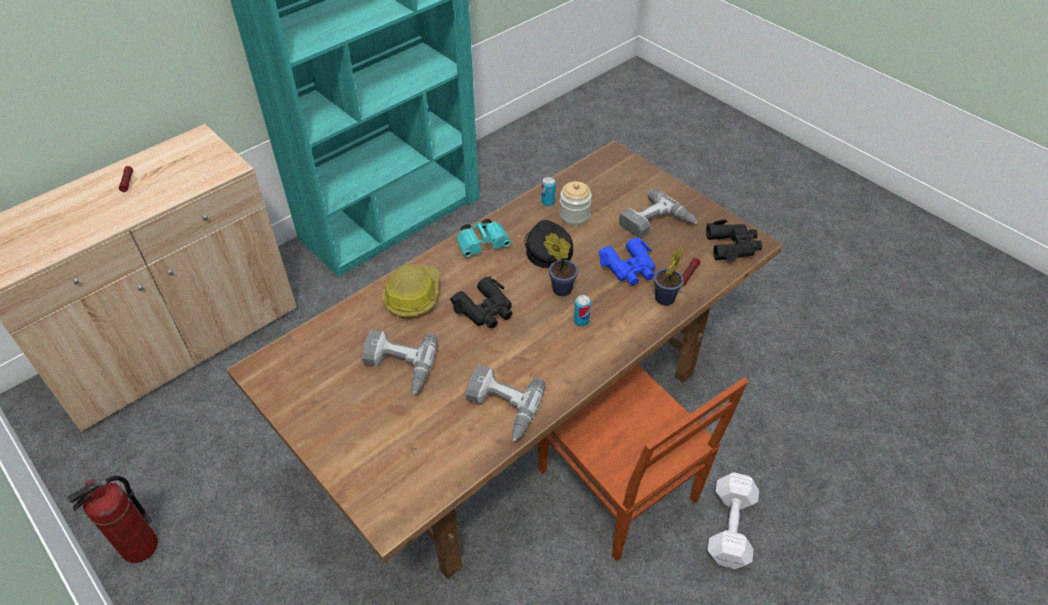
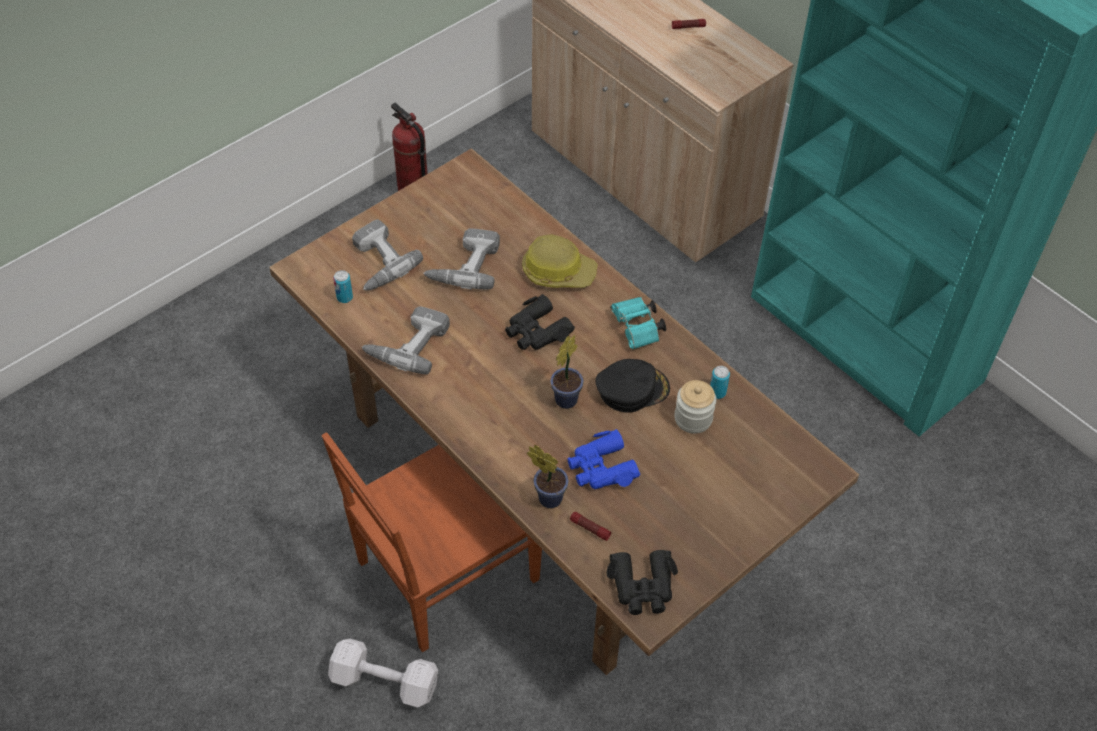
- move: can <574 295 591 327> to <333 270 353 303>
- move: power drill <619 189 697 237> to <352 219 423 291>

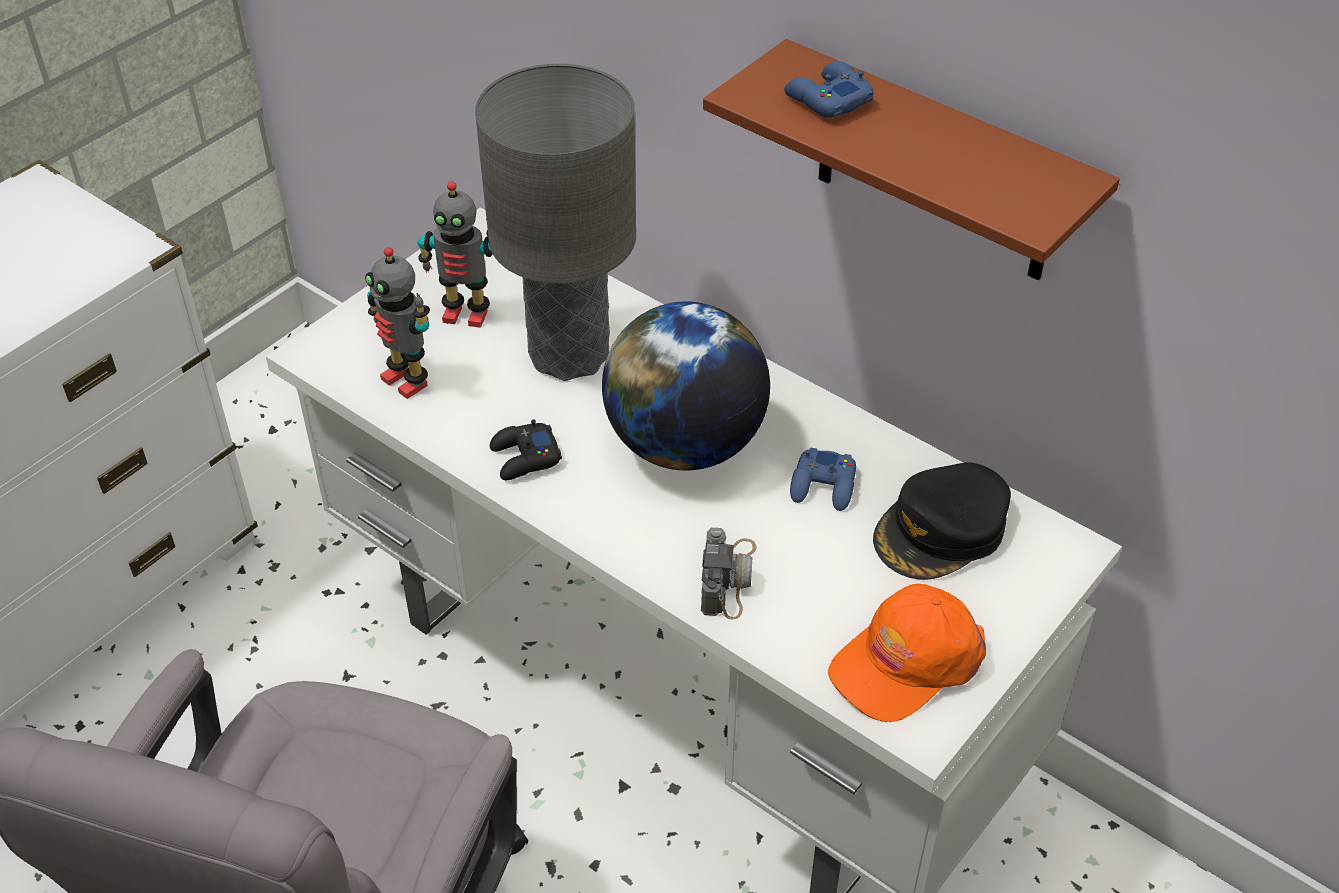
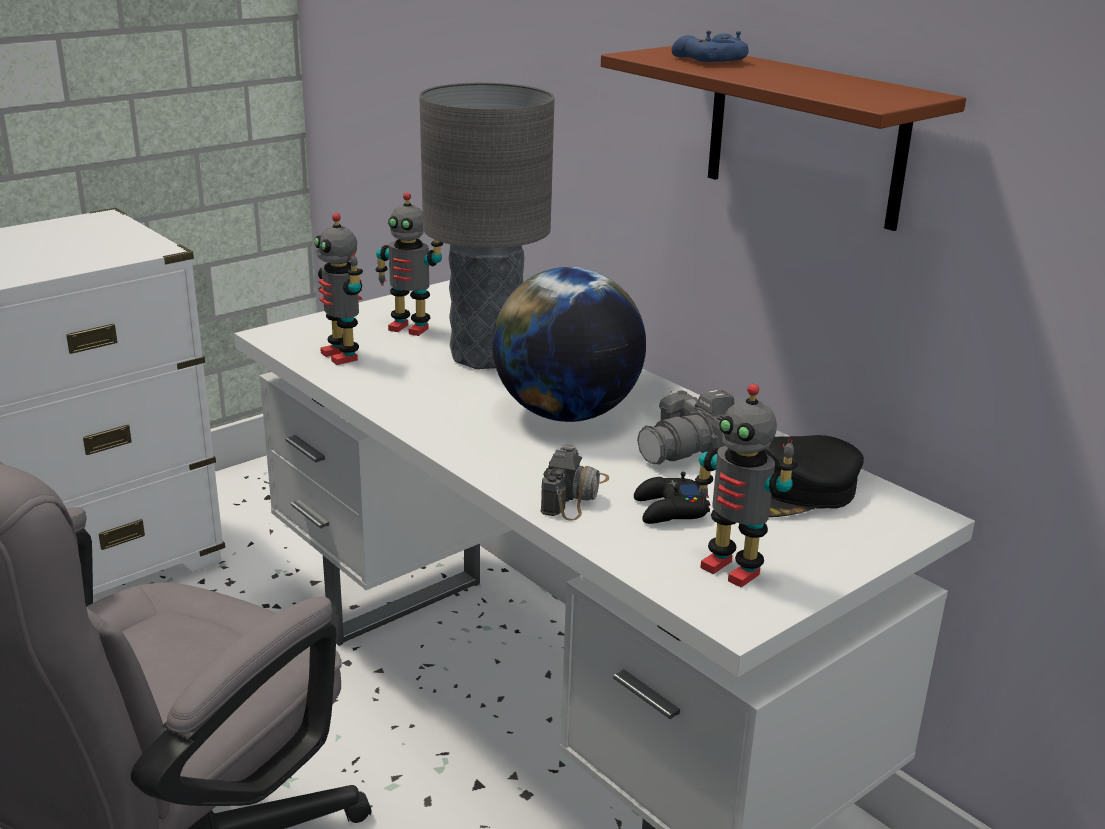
- move: game controller (blackish) <490 419 562 480> to <634 472 710 524>
- replace: game controller (blue) <790 447 856 511> to still camera <637 390 734 465>
- replace: peaked cap (orange) <828 584 986 722> to model robot <695 384 798 588>

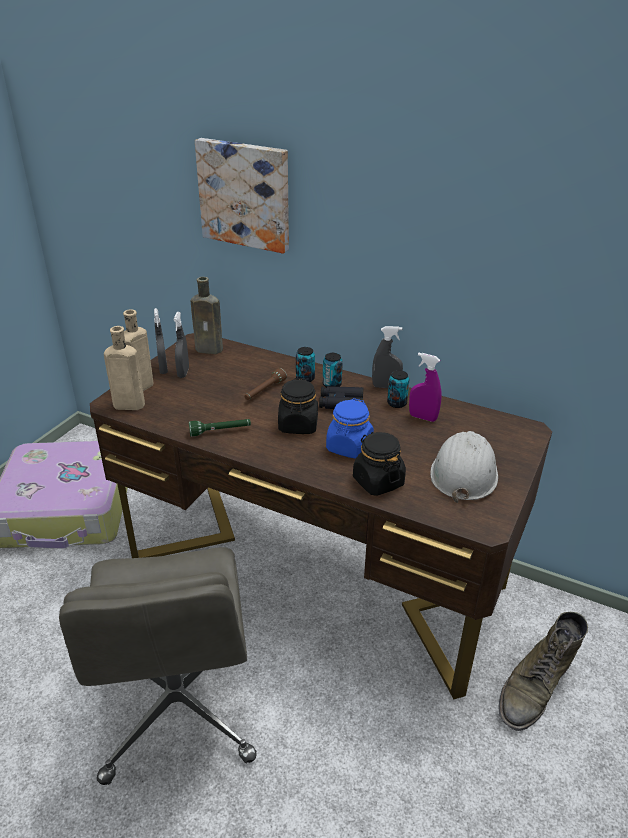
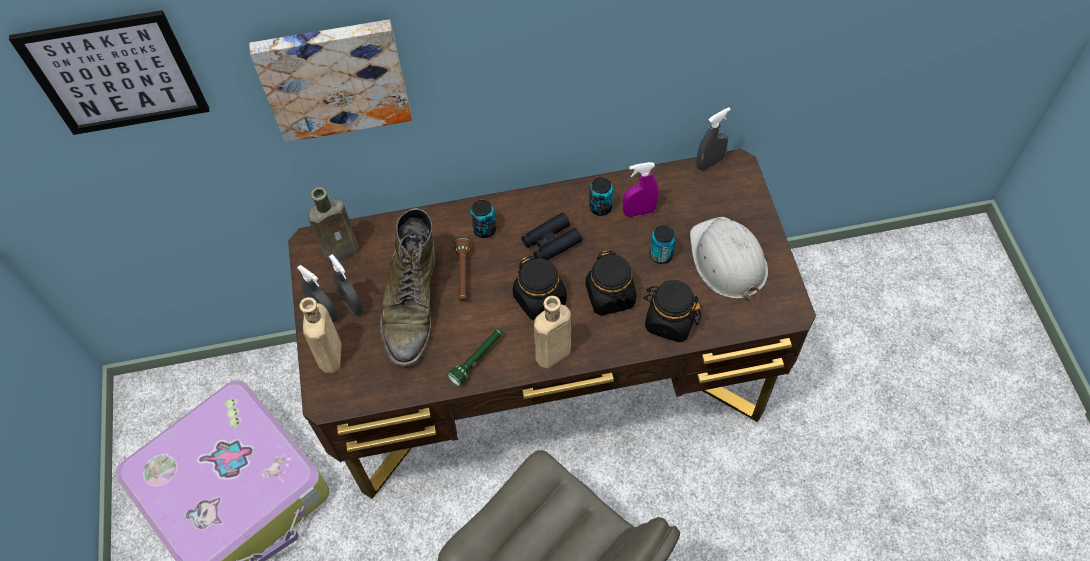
- insert: picture <9 10 209 135>
- move: high-top boot (green) <498 612 588 731> to <380 208 435 366>
- move: beverage bottle (sand-coloured) <104 326 145 410> to <534 296 571 368>
- recolor: preserve jar (blue) <326 398 374 459> to preserve jar (blackish) <586 251 636 316>
- move: can <323 353 343 388> to <650 225 676 264>
- move: hand sprayer (greyish) <372 326 403 388> to <697 107 731 171>

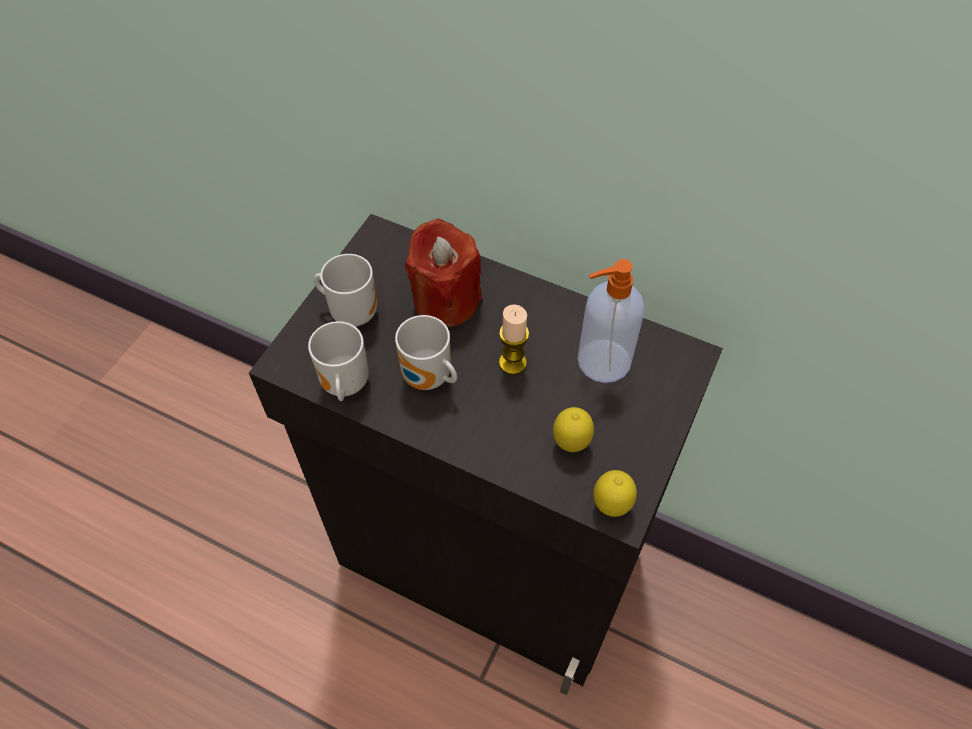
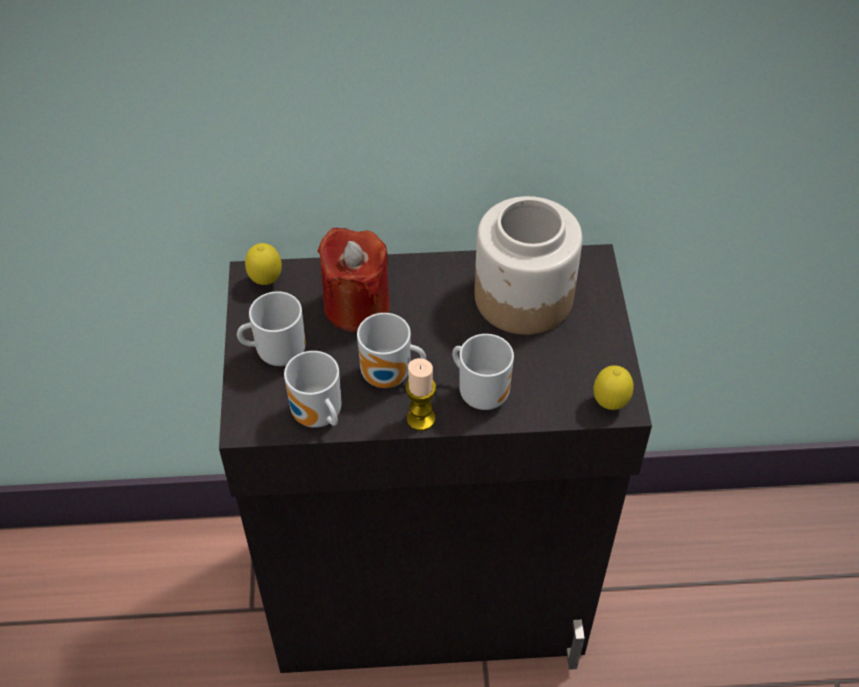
- move: whole lemon <553 407 594 452> to <245 243 282 285>
- move: candle <499 304 529 375> to <405 358 436 431>
- insert: coffee mug <452 334 514 410>
- replace: soap dispenser <577 259 645 383> to preserve jar <474 196 582 335>

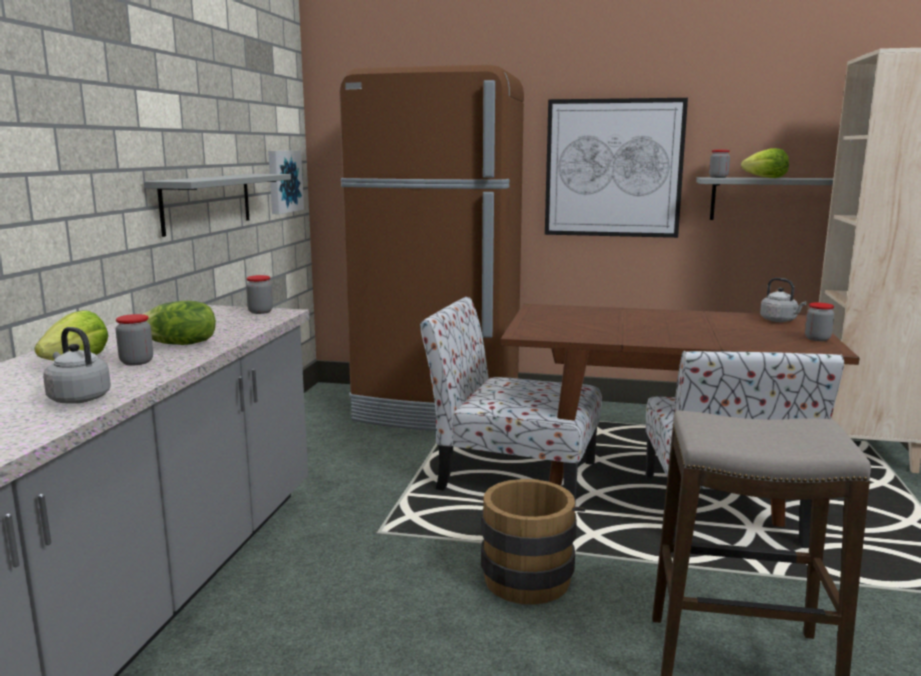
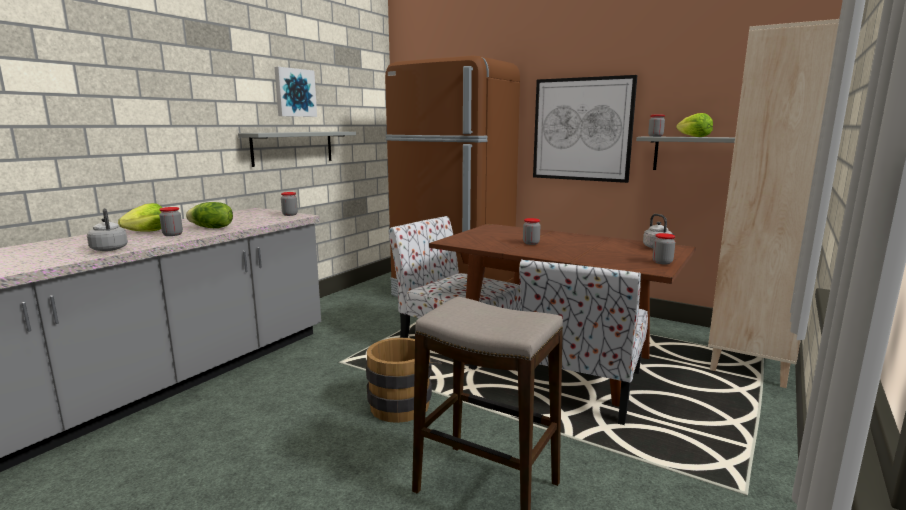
- move: picture <268 151 304 214> to <274 67 317 117>
- insert: preserve jar <523 218 541 245>

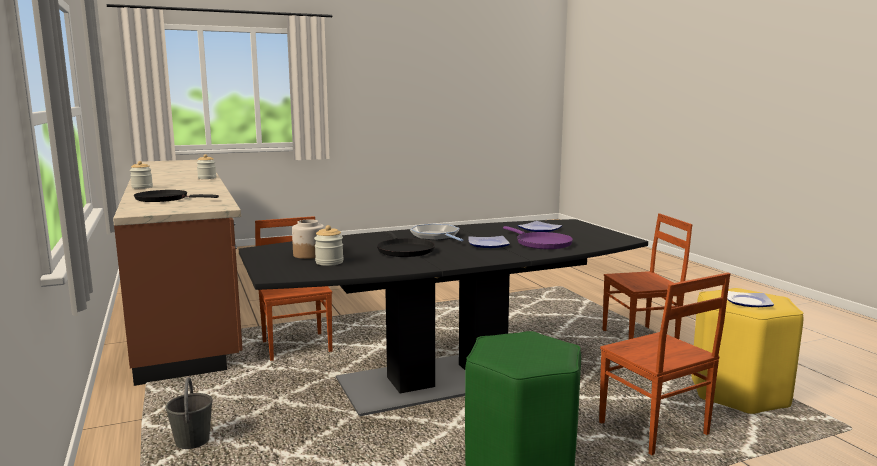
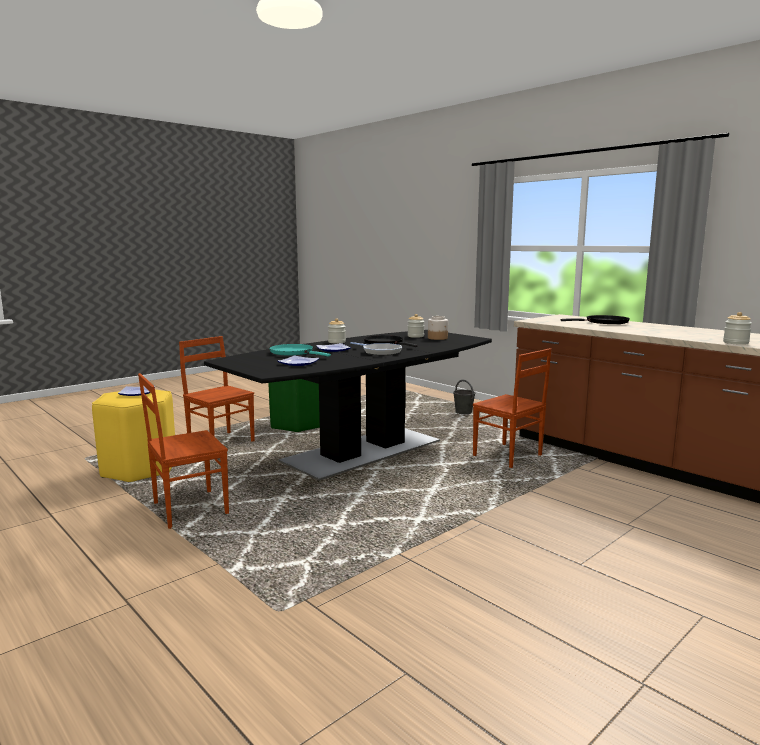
- recolor: skillet (purple-coloured) <503 226 573 249> to skillet (turquoise-coloured) <269 344 331 356>
- move: preserve jar <130 161 153 189> to <328 318 346 343>

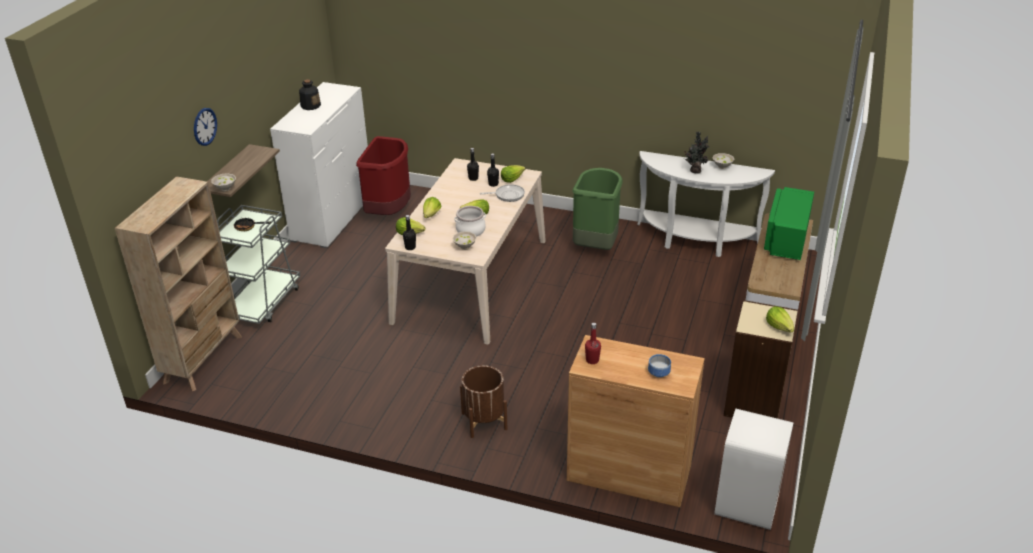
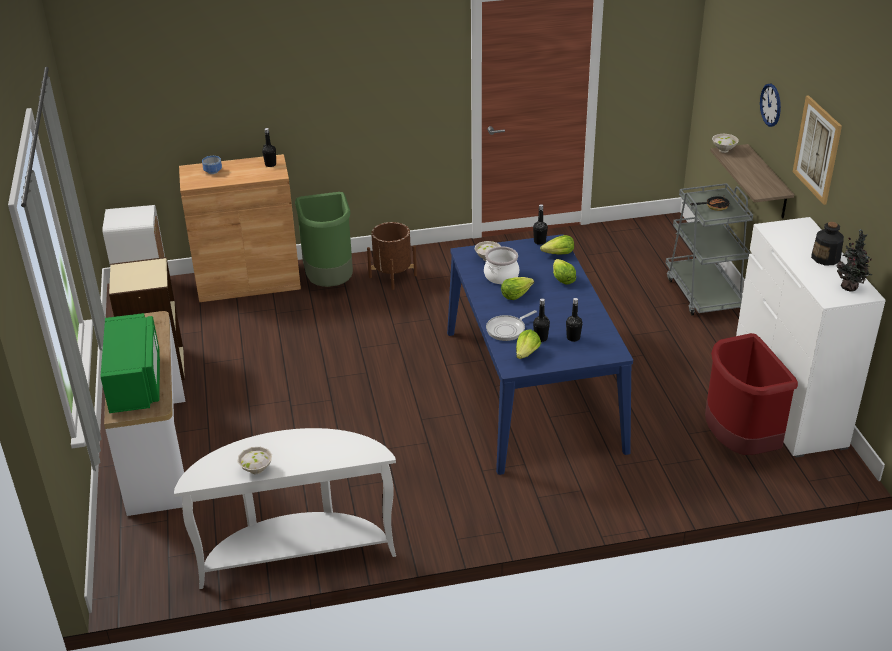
- recolor: beverage bottle (reddish) <585 323 601 364> to beverage bottle (blackish) <262 128 276 167>
- move: trash can (green) <572 168 622 250> to <295 192 353 287>
- recolor: dining table (sand-coloured) <385 158 546 345> to dining table (blue) <447 234 633 475>
- insert: picture <793 95 842 205>
- move: plant in a pot <684 131 709 173> to <837 229 872 292>
- delete: shelving unit (sand-coloured) <115 176 242 391>
- delete: head of lettuce <766 306 794 333>

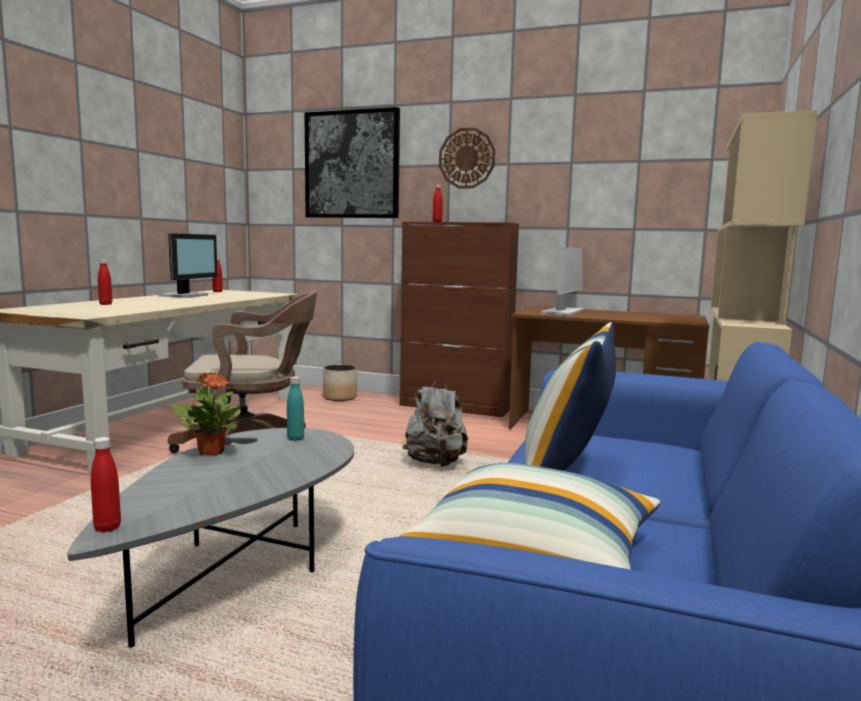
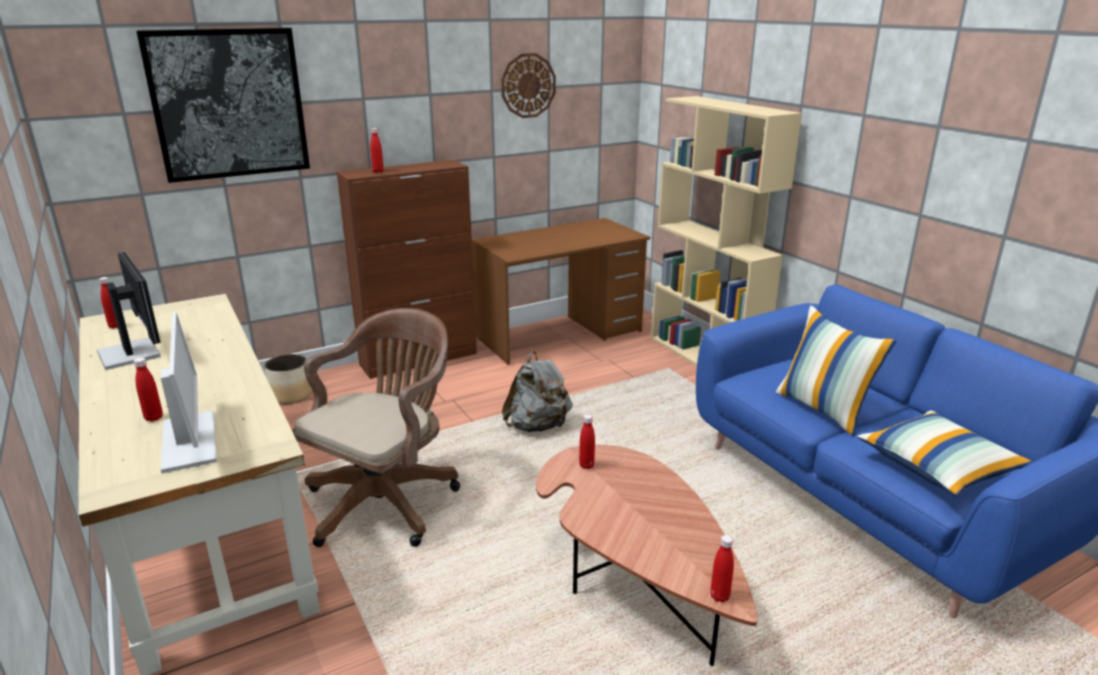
- move: computer screen <541 247 584 316> to <161 312 217 474>
- move: hanging clock <439 128 495 188> to <501 53 556 118>
- recolor: coffee table (greyish) <67 428 354 648> to coffee table (brown-coloured) <536 445 758 666>
- recolor: beverage bottle (turquoise-coloured) <287 376 304 441> to beverage bottle (reddish) <579 415 595 469>
- delete: plant in a pot <172 372 241 455>

